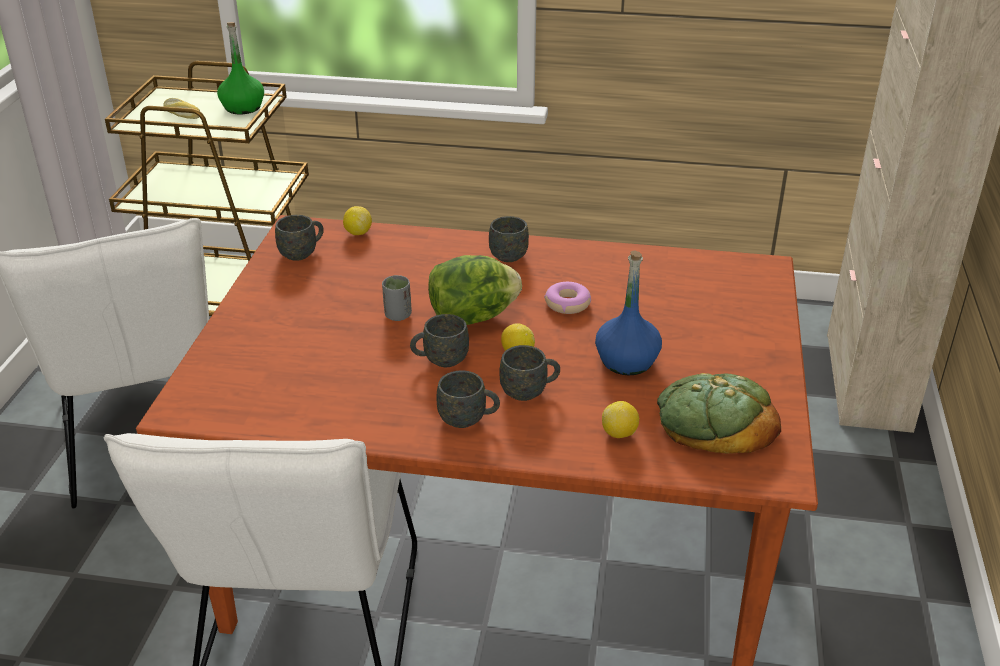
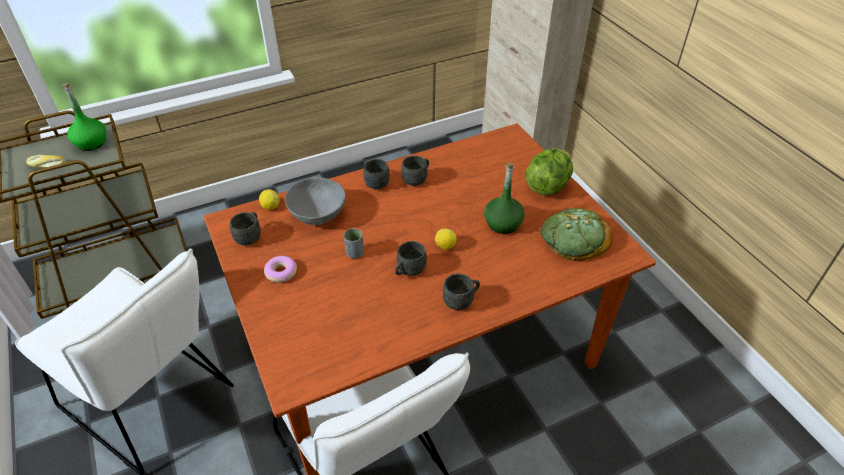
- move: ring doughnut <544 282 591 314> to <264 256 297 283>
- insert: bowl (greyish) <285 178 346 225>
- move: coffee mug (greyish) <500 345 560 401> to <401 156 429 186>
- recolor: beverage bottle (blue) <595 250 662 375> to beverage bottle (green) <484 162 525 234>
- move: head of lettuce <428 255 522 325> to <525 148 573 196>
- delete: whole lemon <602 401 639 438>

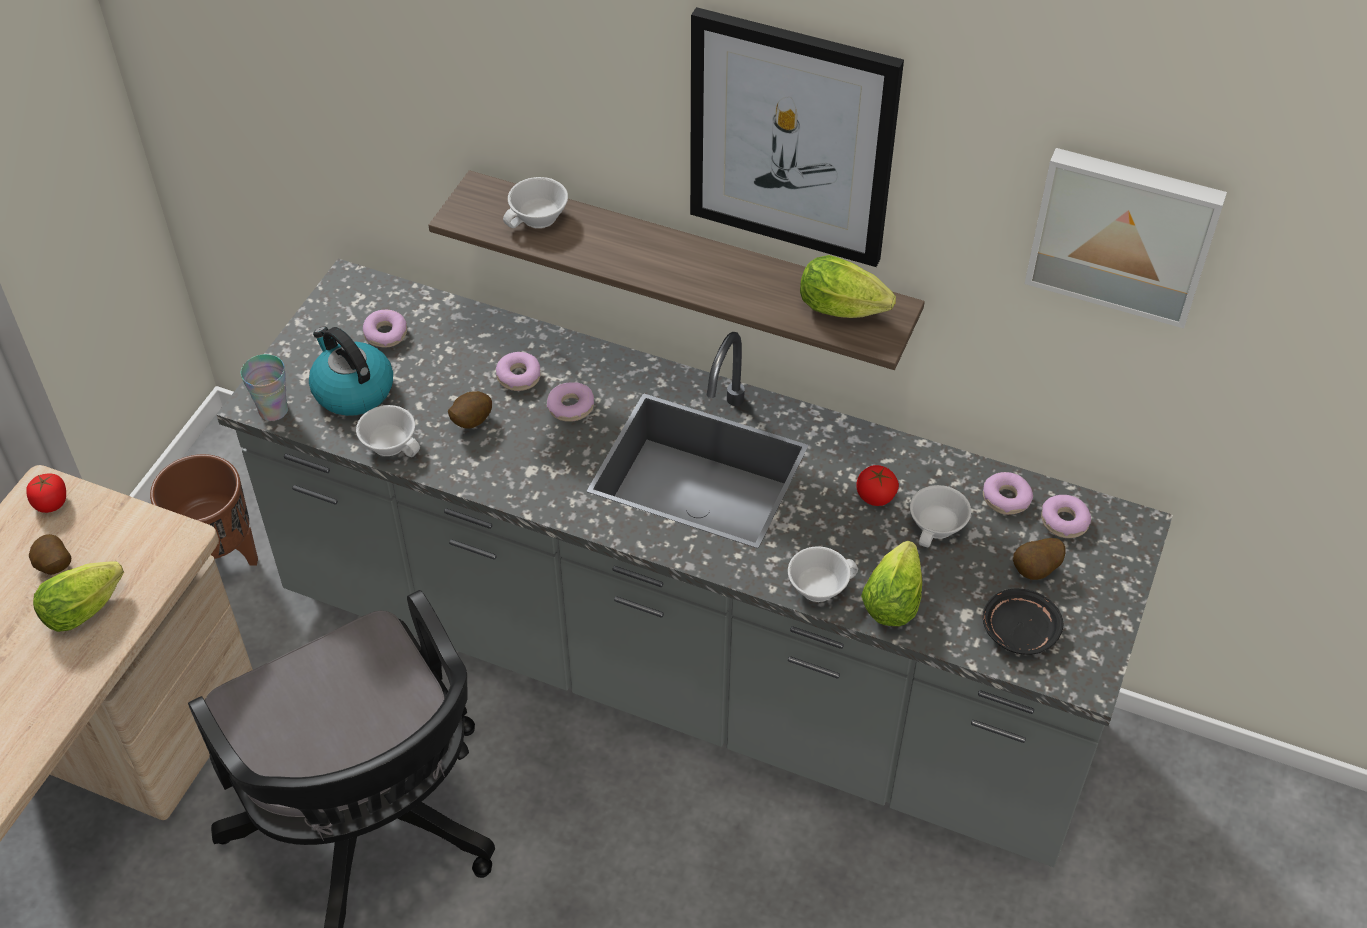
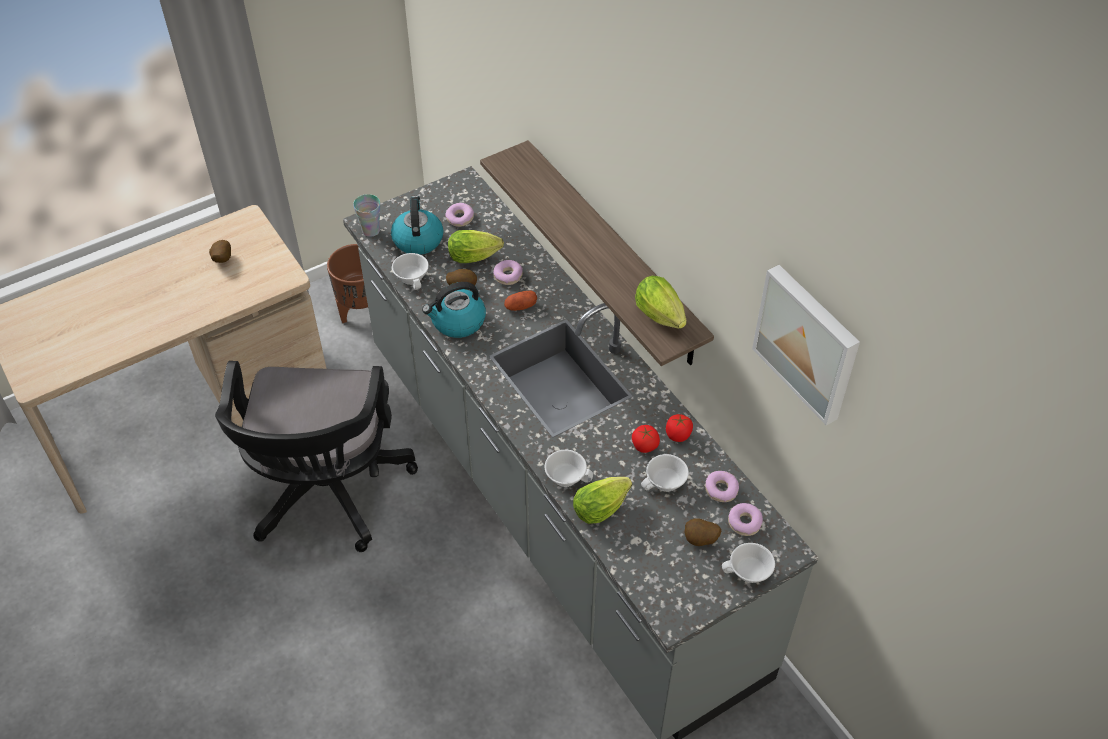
- insert: kettle <422 282 486 338>
- move: head of lettuce <33 561 124 632> to <448 230 504 263>
- replace: ring doughnut <547 382 594 422> to whole potato <504 291 537 311>
- move: fresh tomato <26 473 66 513> to <666 414 693 442>
- move: cup (whitish) <503 177 568 228> to <722 543 775 583>
- delete: picture <690 7 904 267>
- delete: dinner plate (blackish) <983 589 1063 655>

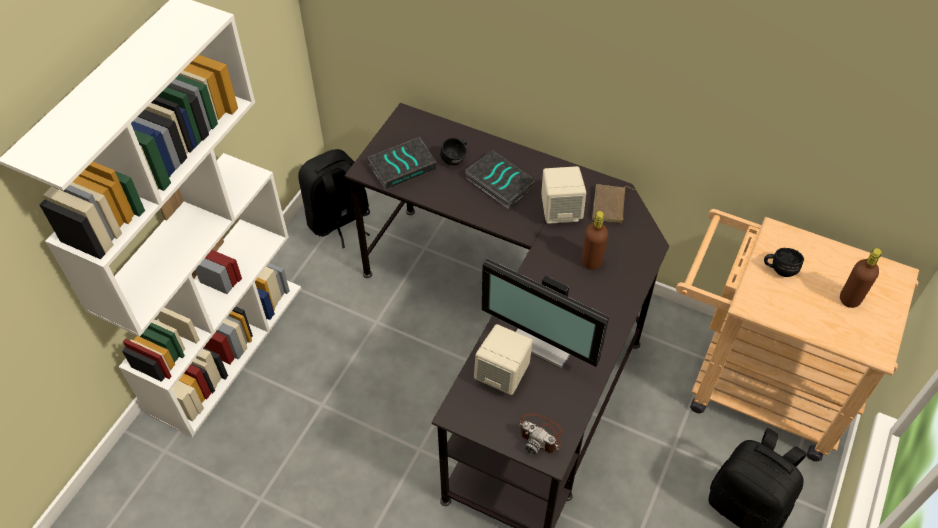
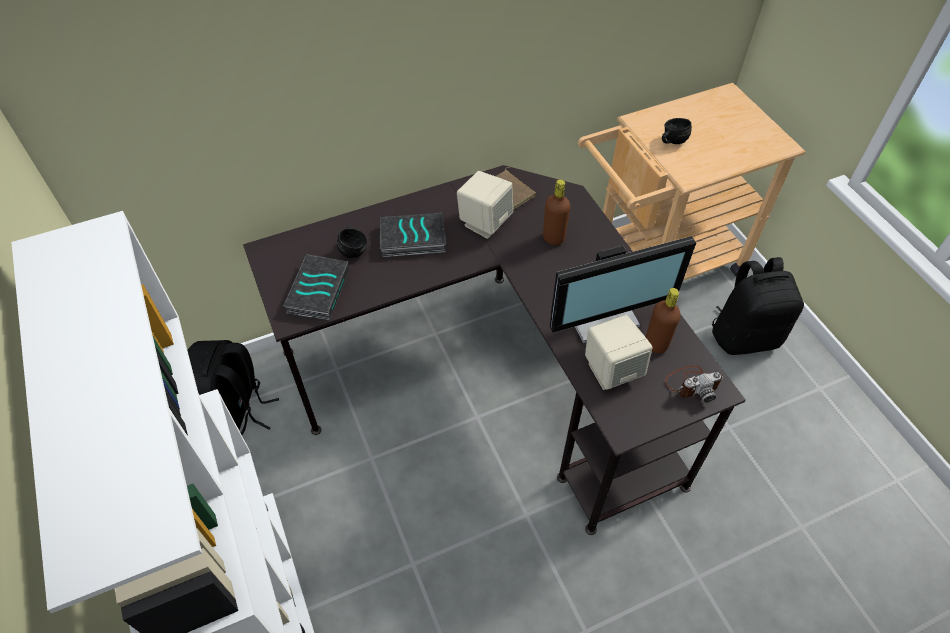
- move: beverage bottle (brown-coloured) <840 248 882 308> to <646 288 681 353>

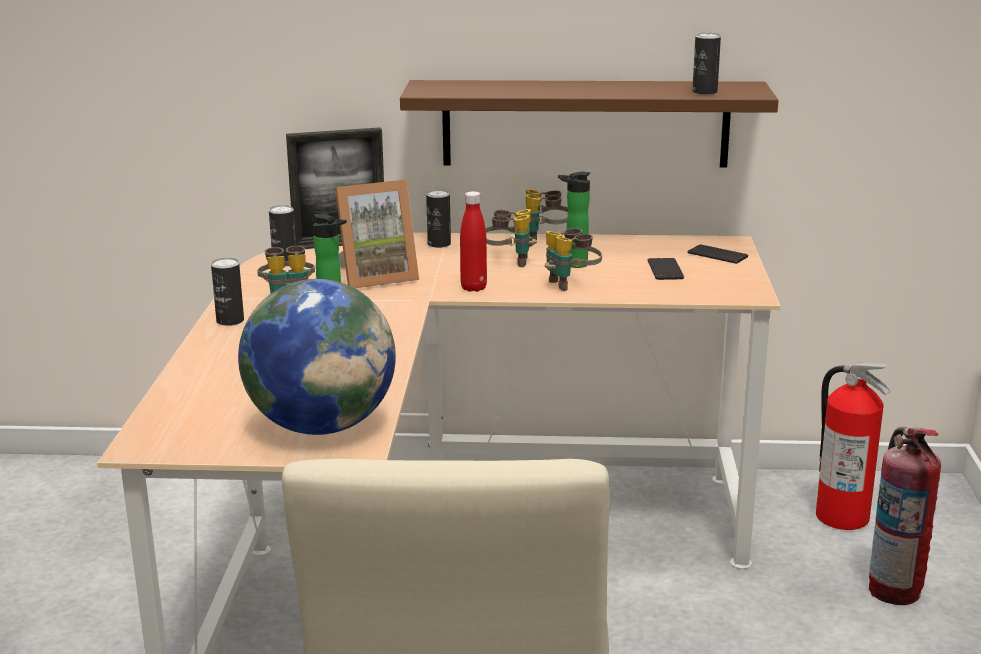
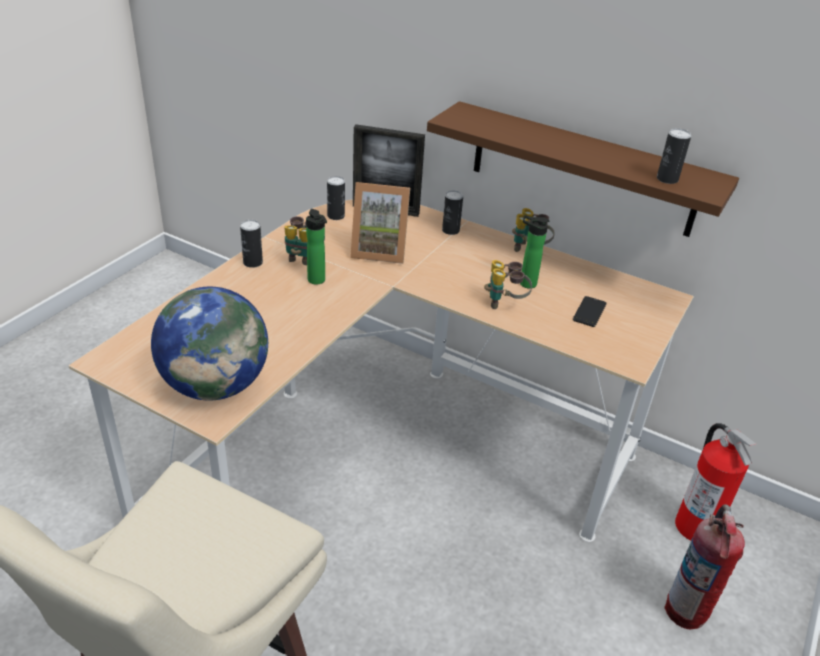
- delete: beverage bottle (reddish) <460 191 487 292>
- delete: field glasses <486 209 537 267>
- delete: handset <687 245 748 264>

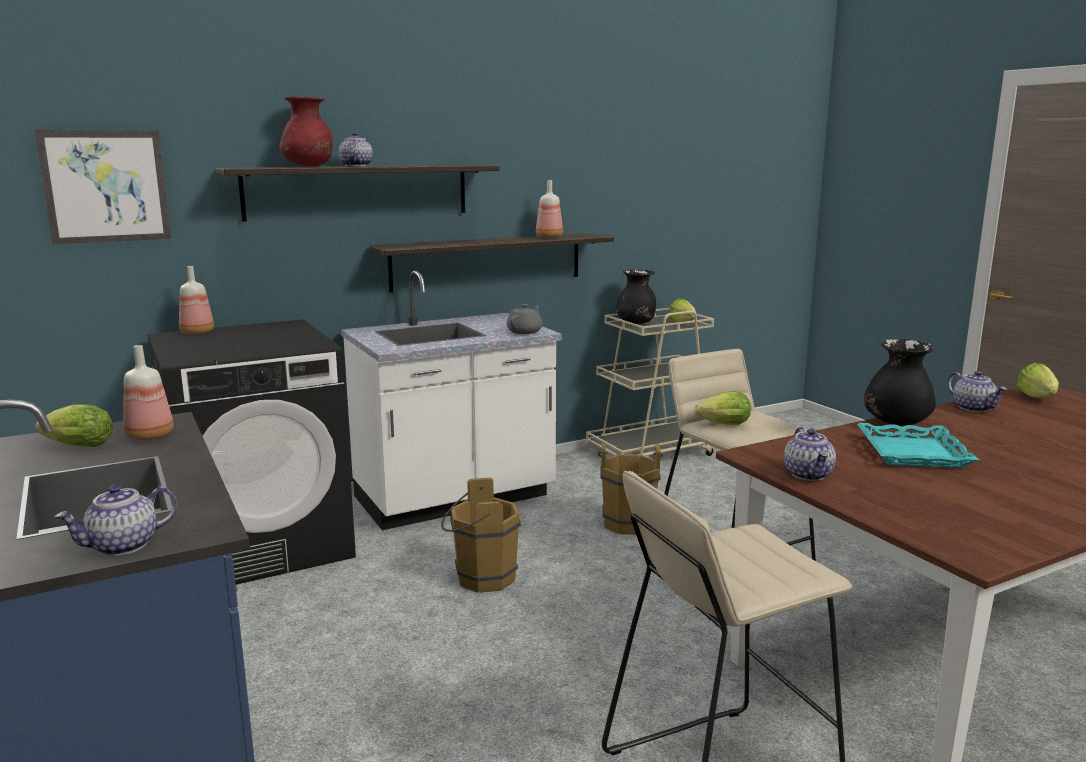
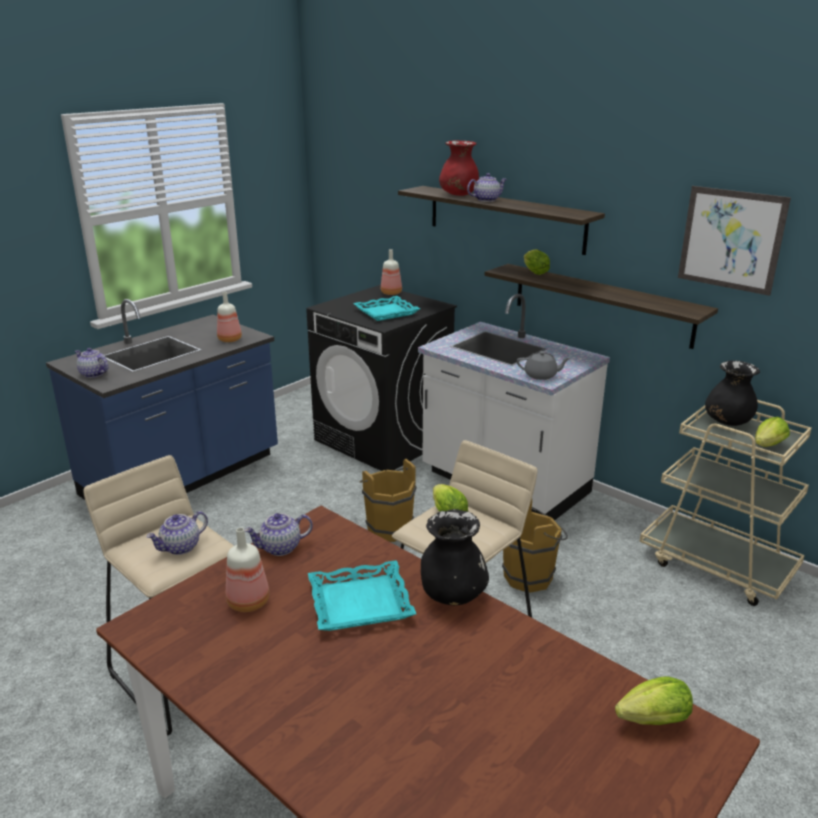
- move: teapot <947 371 1007 412> to <146 511 208 555>
- move: beverage bottle <536 180 563 238> to <226 528 269 612>
- insert: carrying tray (turquoise-coloured) <354 296 420 321>
- move: head of lettuce <35 404 113 447> to <524 249 550 275>
- move: picture <35 130 171 244> to <678 186 791 296>

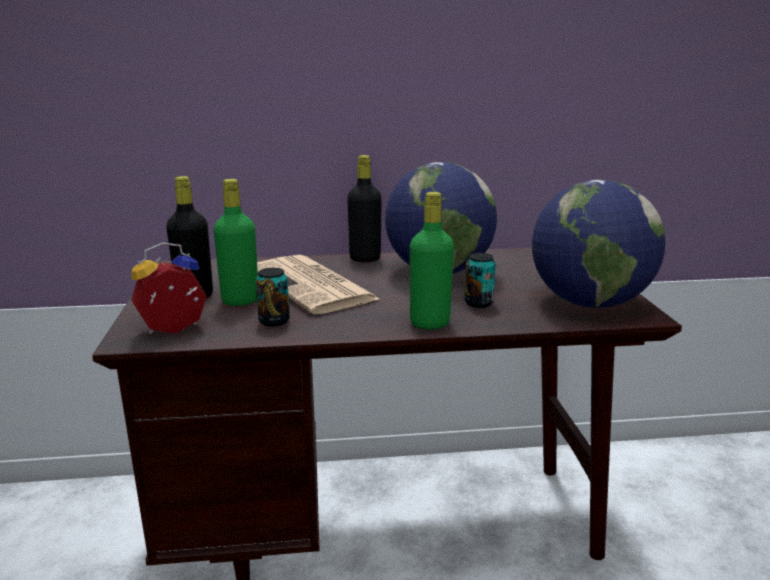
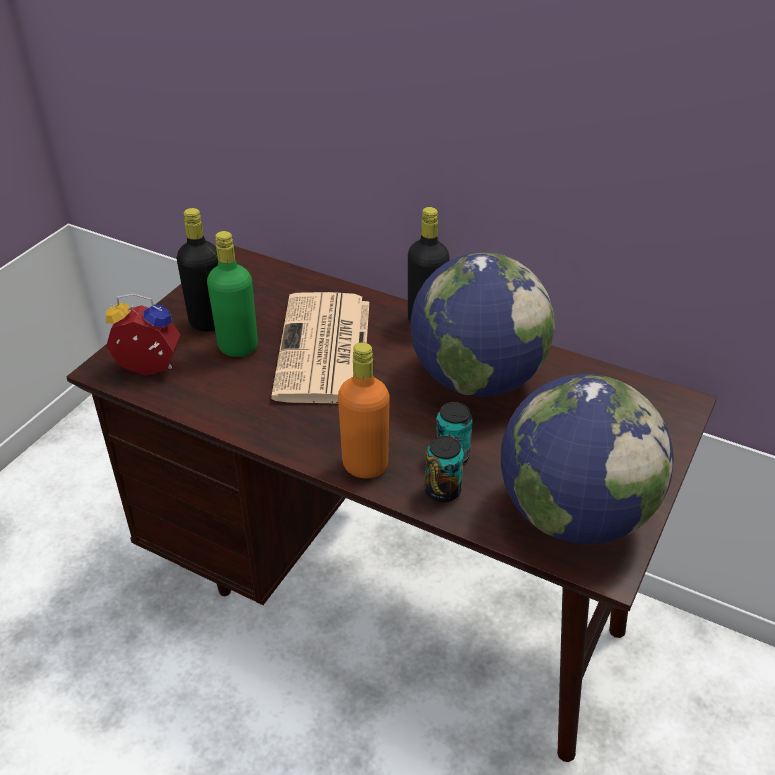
- recolor: beverage bottle (green) <410 192 454 329> to beverage bottle (orange) <338 342 390 479>
- move: can <256 268 290 326> to <425 436 464 502>

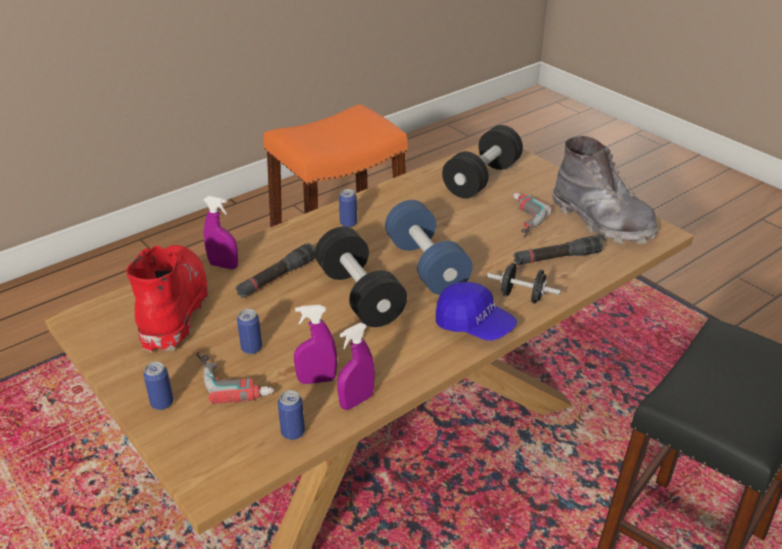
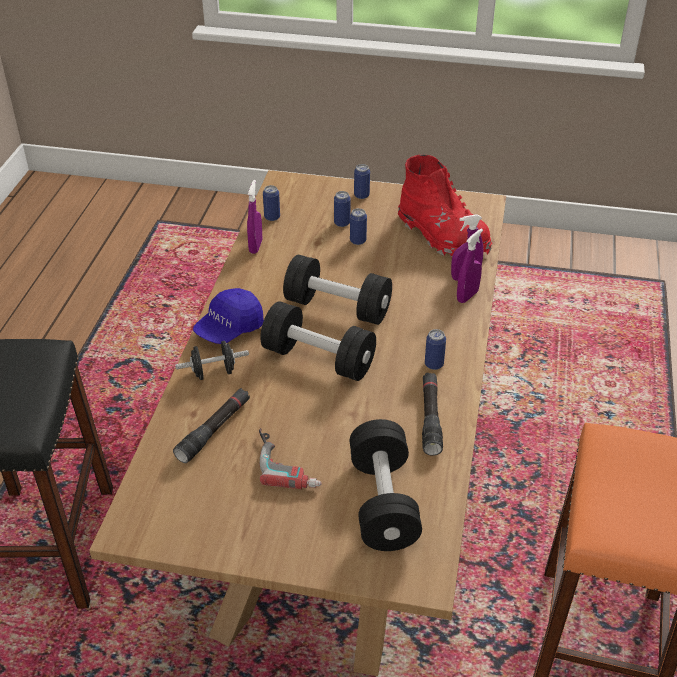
- rotate: peaked cap (blue) <436 282 517 341> = <193 288 264 344> 45 degrees counterclockwise
- recolor: dumbbell (blue) <385 200 473 295> to dumbbell (blackish) <260 301 376 381>
- replace: power drill <197 352 274 404> to can <334 191 351 227>
- move: torch (blackish) <236 243 315 298> to <422 373 443 456>
- move: hand sprayer (purple-coloured) <294 305 337 384> to <457 229 483 303>
- delete: high-top boot (greyish) <552 136 658 244>

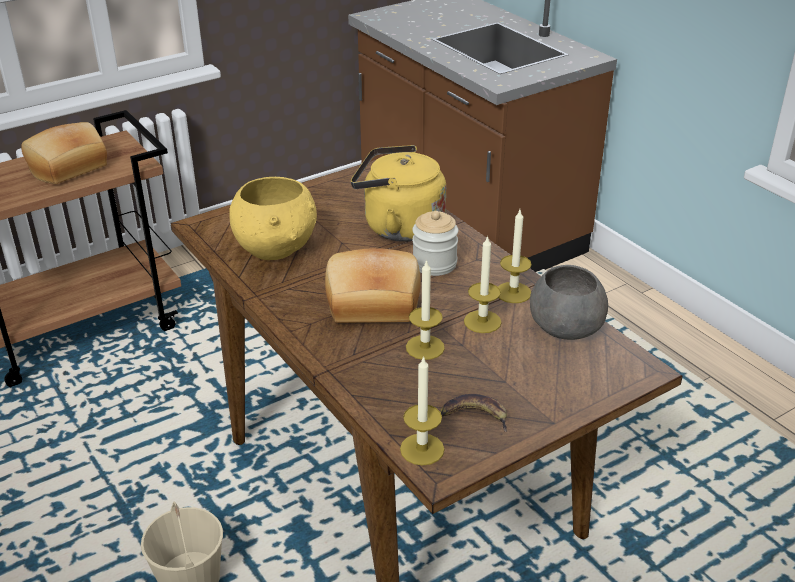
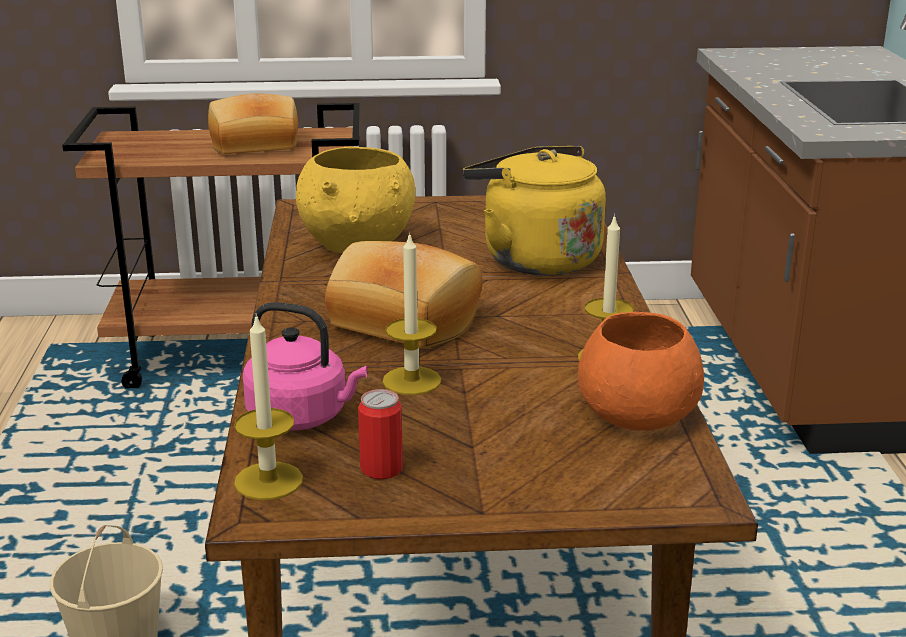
- insert: kettle (pinkish) <243 302 367 431>
- replace: whole banana <440 394 507 432> to can <358 389 403 479>
- recolor: bowl (greyish) <530 265 608 340> to bowl (orange) <578 312 704 431>
- delete: preserve jar <412 211 458 276>
- delete: candle <464 235 502 333>

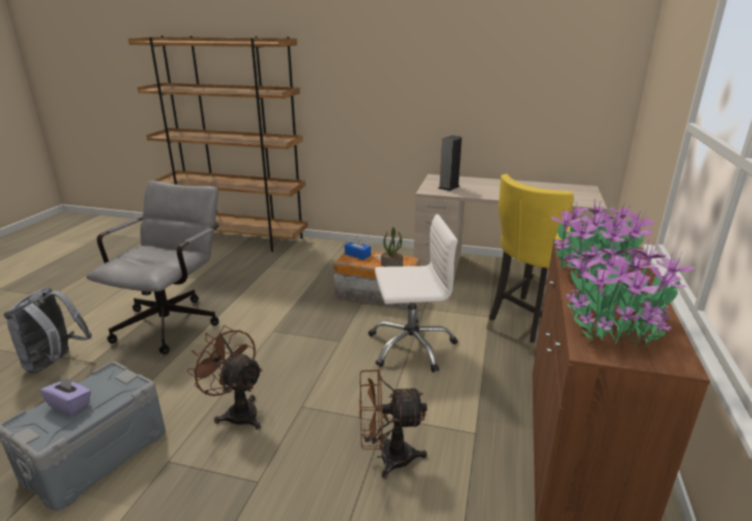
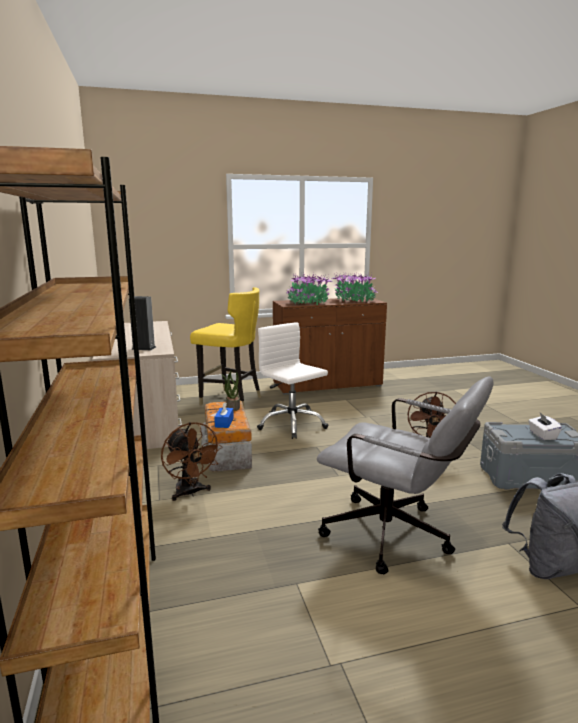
- move: fan (brown-coloured) <359 368 427 479> to <161 422 222 501>
- rotate: office chair (greyish) <86 181 219 354> = <317 377 493 574> 135 degrees counterclockwise
- recolor: box of tissues (purple-coloured) <40 375 91 416> to box of tissues (whitish) <528 413 562 440>

